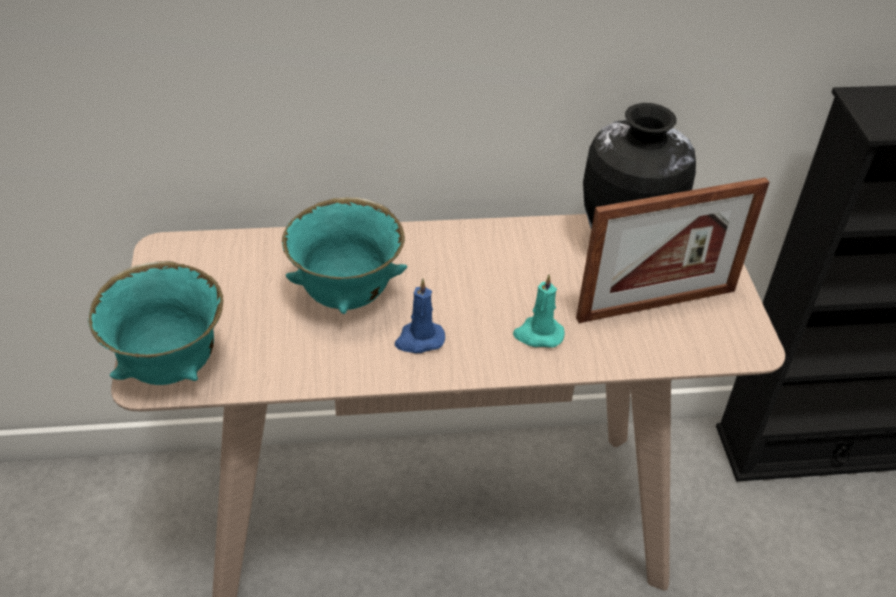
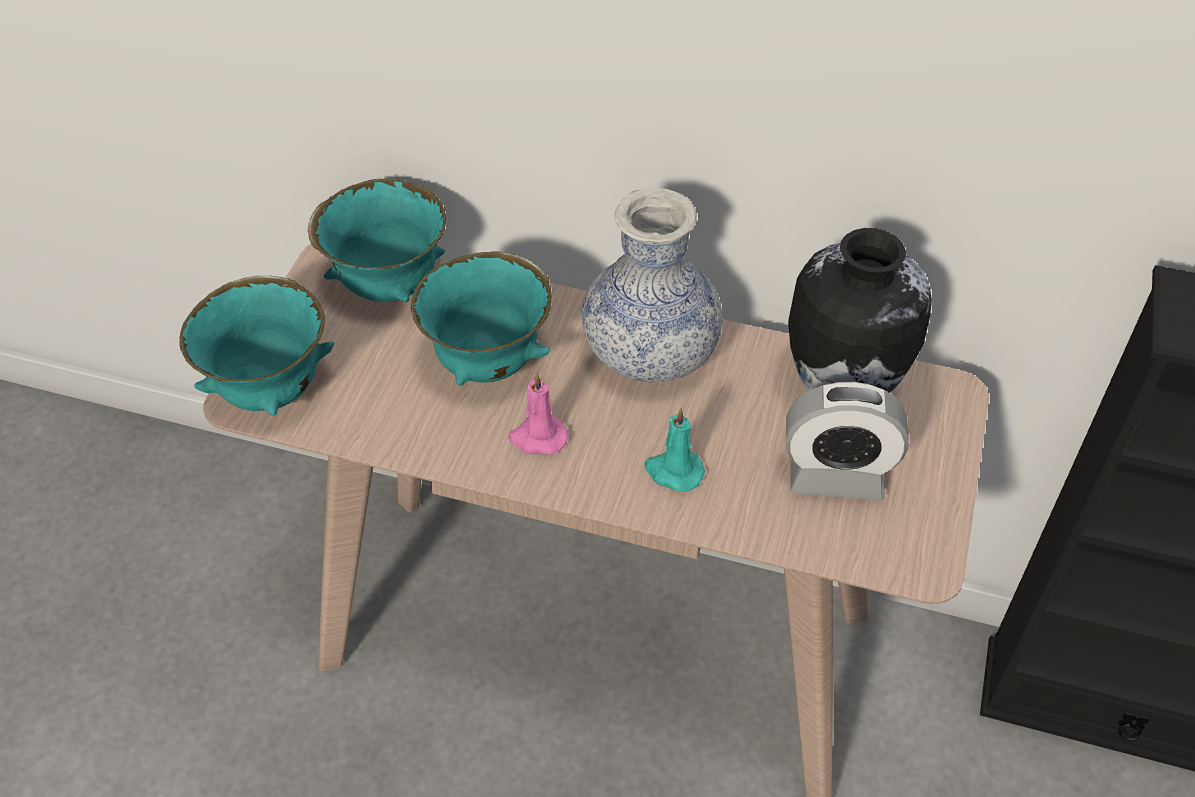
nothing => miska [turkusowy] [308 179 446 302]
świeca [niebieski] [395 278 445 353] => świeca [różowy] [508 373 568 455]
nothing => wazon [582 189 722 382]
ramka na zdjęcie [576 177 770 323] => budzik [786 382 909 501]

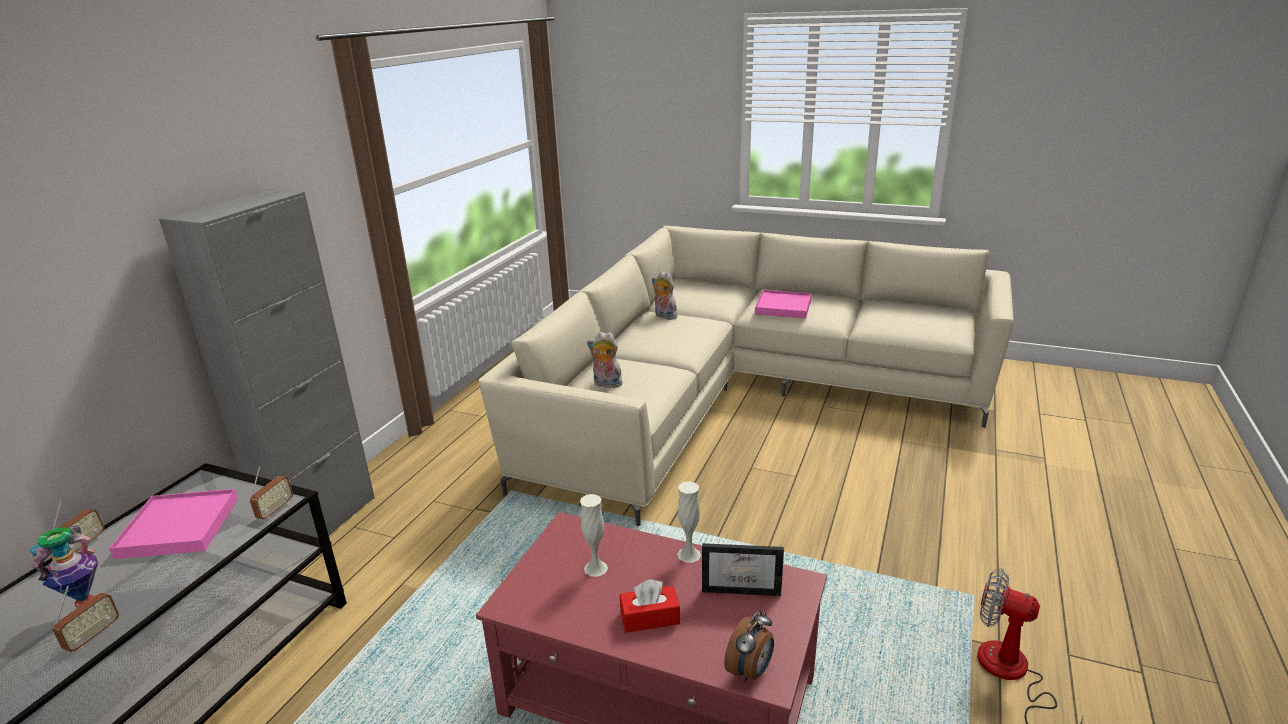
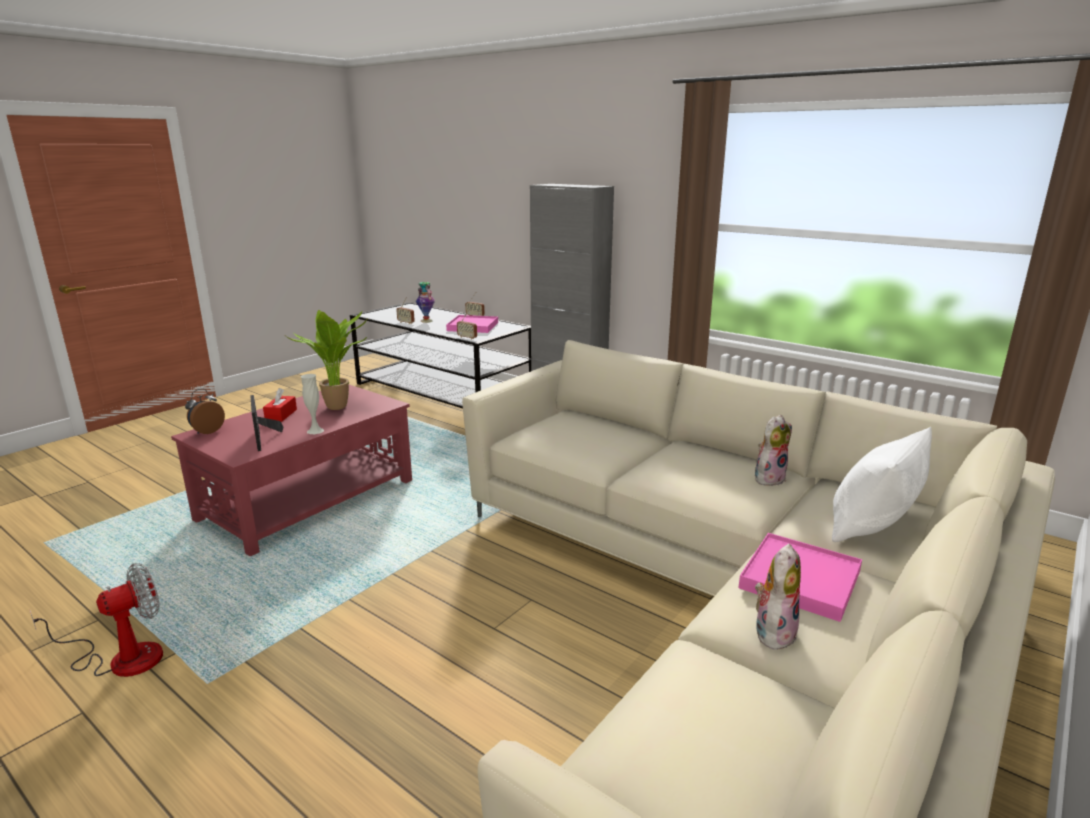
budzik [724 610 774 682] => budzik [185 389 225 434], 75 degrees clockwise
ramka na zdjęcie [702 543 784 596] => ramka na zdjęcie [250 395 284 451], 45 degrees counterclockwise
wazon [biały] [580 494 608 577] => roślina doniczkowa [286 310 368 410]
pluszak [587 332 623 388] => pluszak [754 544 801 650], moved
nothing => poduszka [biały] [832 427 932 542]

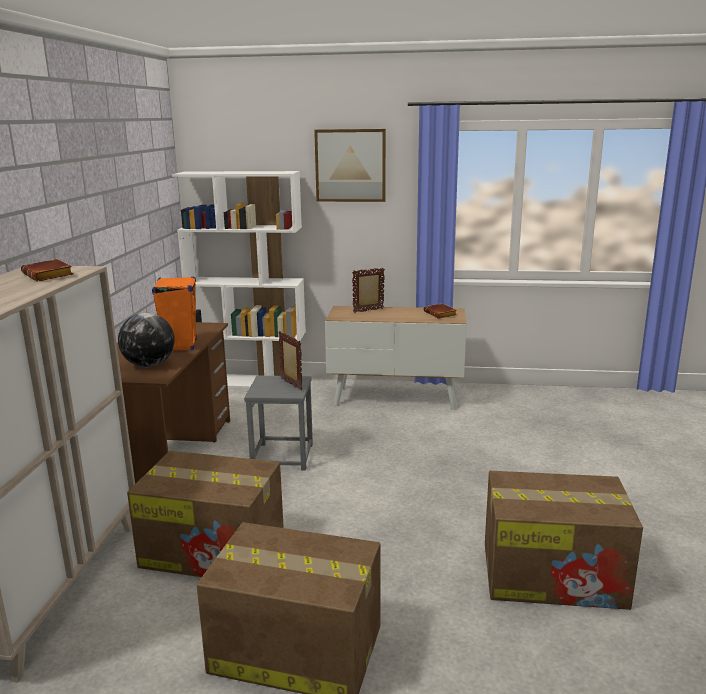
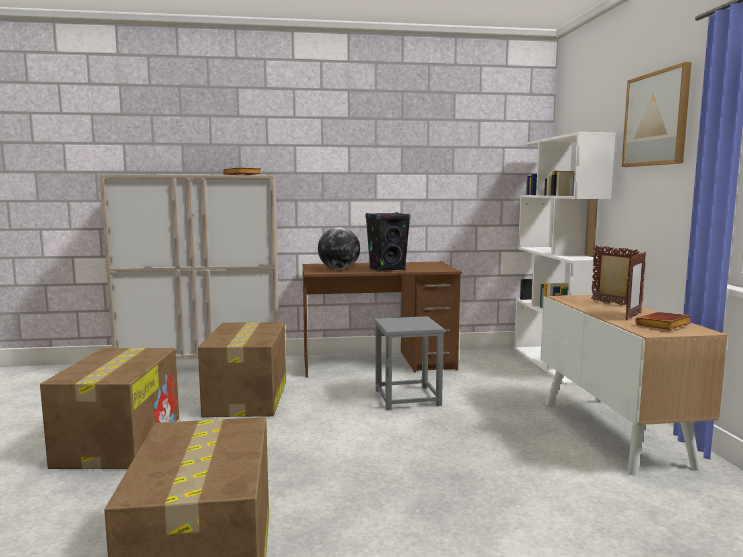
głośnik [pomarańczowy] [152 276 197 350] => głośnik [czarny] [365 212 411 272]
ramka na zdjęcie [278 331 302 390] => ramka na zdjęcie [626 252 646 320], moved

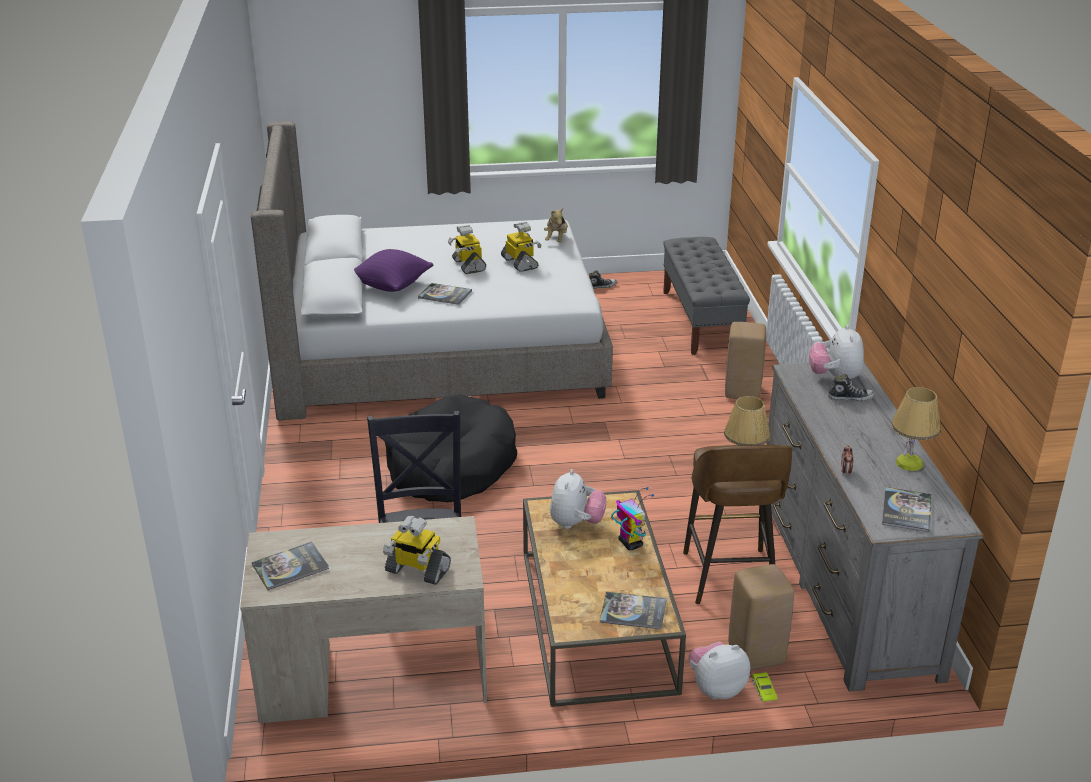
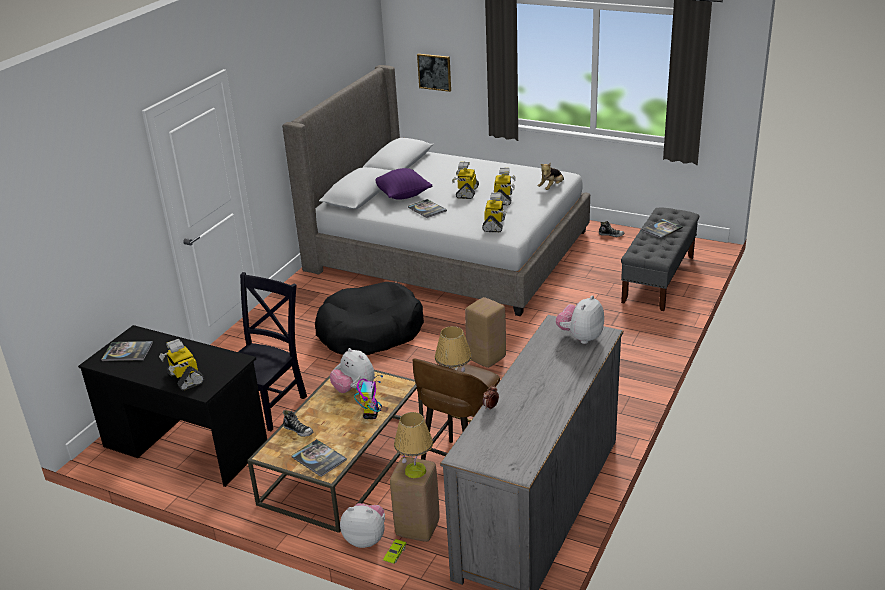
biurko [beżowy] [240 516 487 723] => biurko [czarny] [78 325 267 487]
but [828 374 875 402] => but [283 410 313 437], moved
pluszak [550 469 607 529] => pluszak [330 348 375 393], 90 degrees clockwise
lampa stołowa [891 387 941 471] => lampa stołowa [394 412 433 478], moved
nothing => obraz [417 54 451 92]
stołek [beżowy] [725 322 766 399] => stołek [beżowy] [465 297 506 368], moved
nothing => robot zabawkowy [482 192 508 232]
książka [882 487 932 532] => książka [642 219 683 239], moved

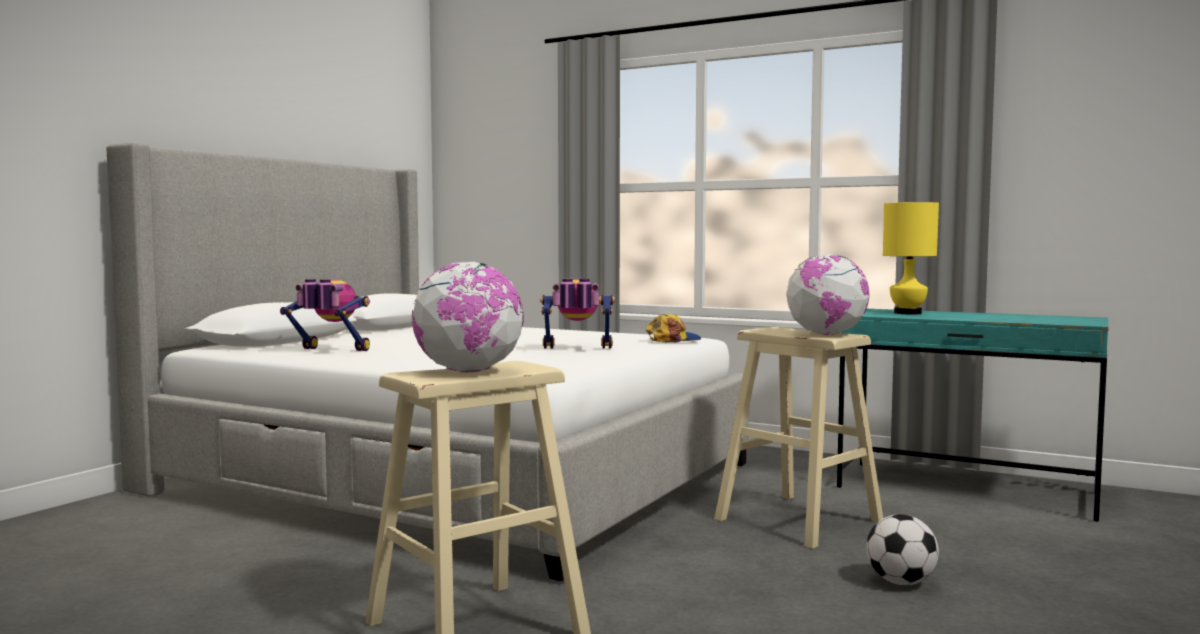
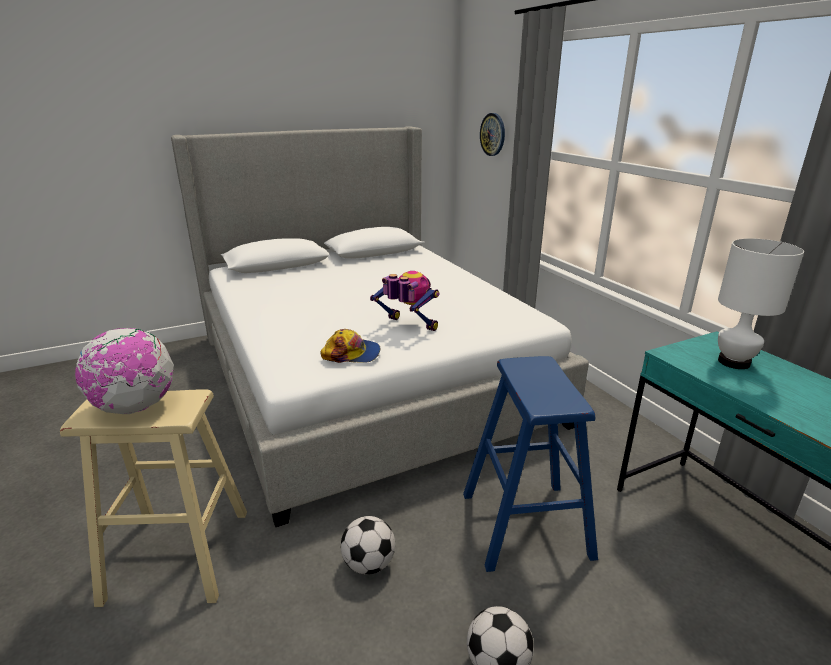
czapka z daszkiem [646 314 701 343] => czapka z daszkiem [320 329 380 363], moved
nothing => piłka futbolowa [341 516 395 575]
stołek [beżowy] [714 327 883 549] => stołek [niebieski] [463 356 598 572]
nothing => zegar ścienny [480 113 505 156]
lampa stołowa [żółty] [883 202 939 314] => lampa stołowa [biały] [718 238 804 369]
robot zabawkowy [280 279 370 351] => nothing
globus [786 254 870 335] => nothing

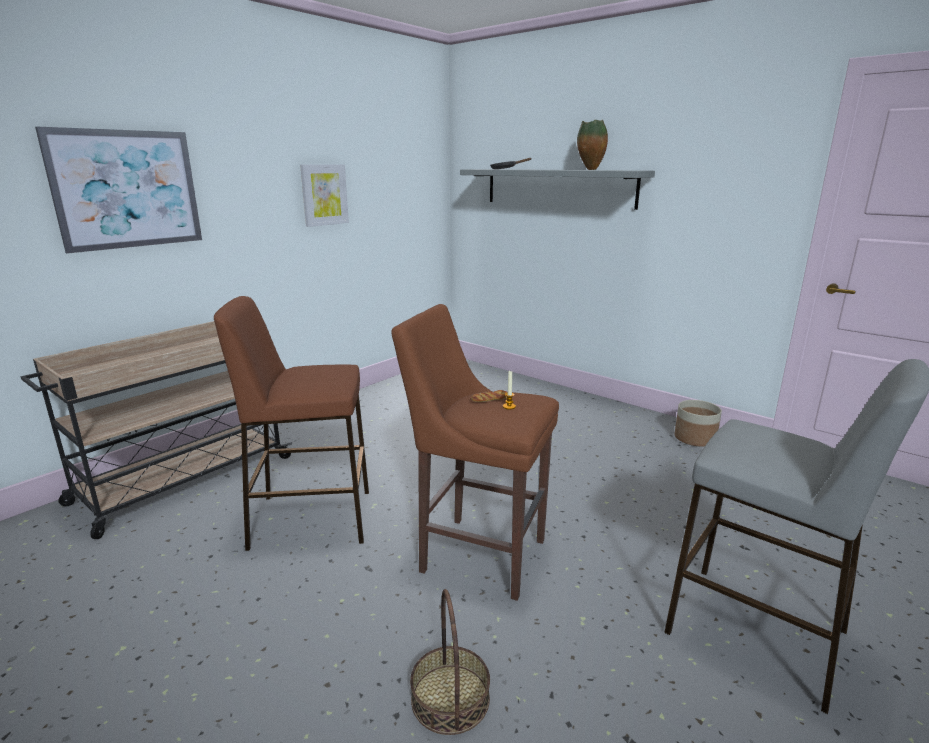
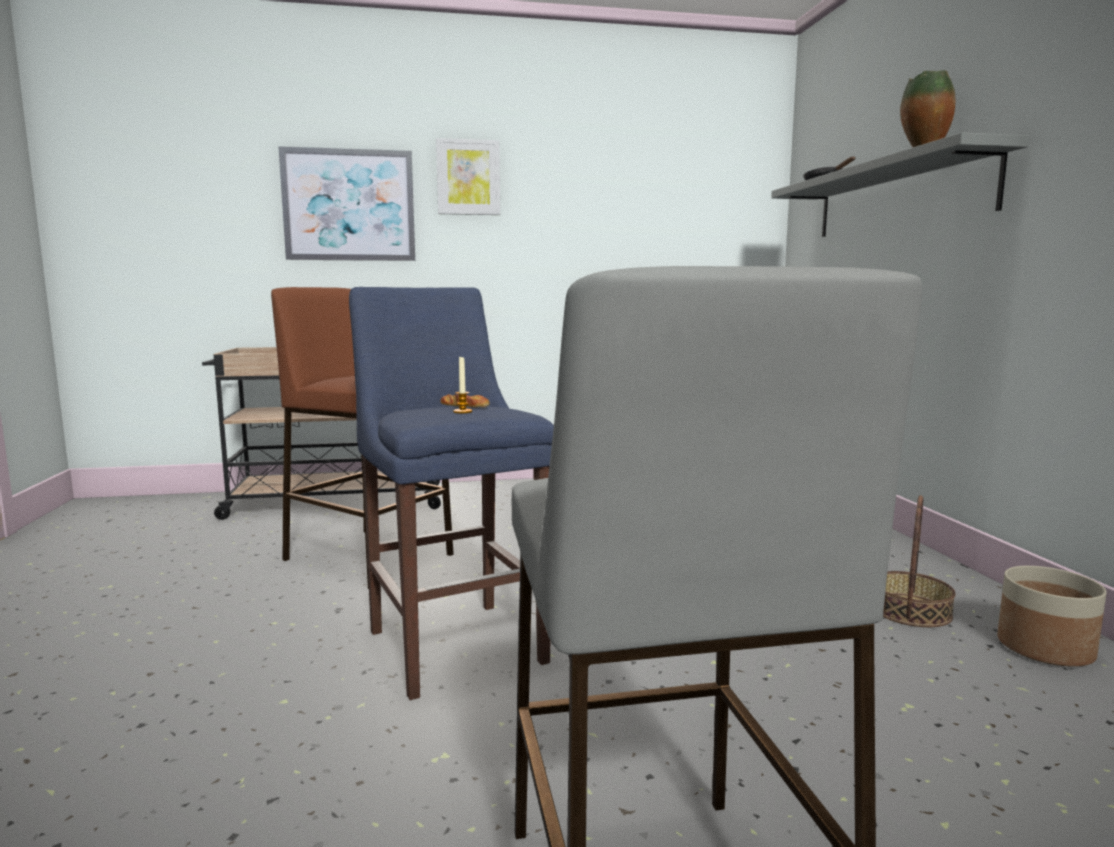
stołek [brązowy] [391 304 559 601] => stołek [niebieski] [349 287 554 700]
obraz [300 164 349 227] => obraz [436 138 500 215], moved
koszyk [410 589 490 735] => koszyk [883 495 956 627], moved

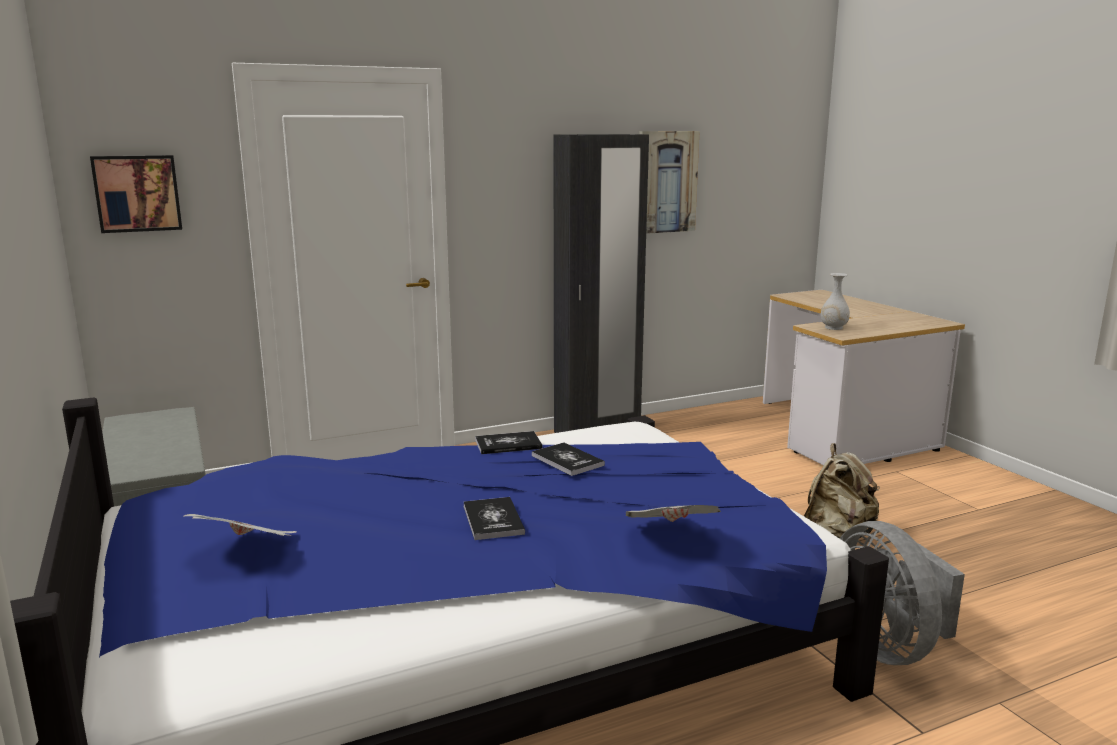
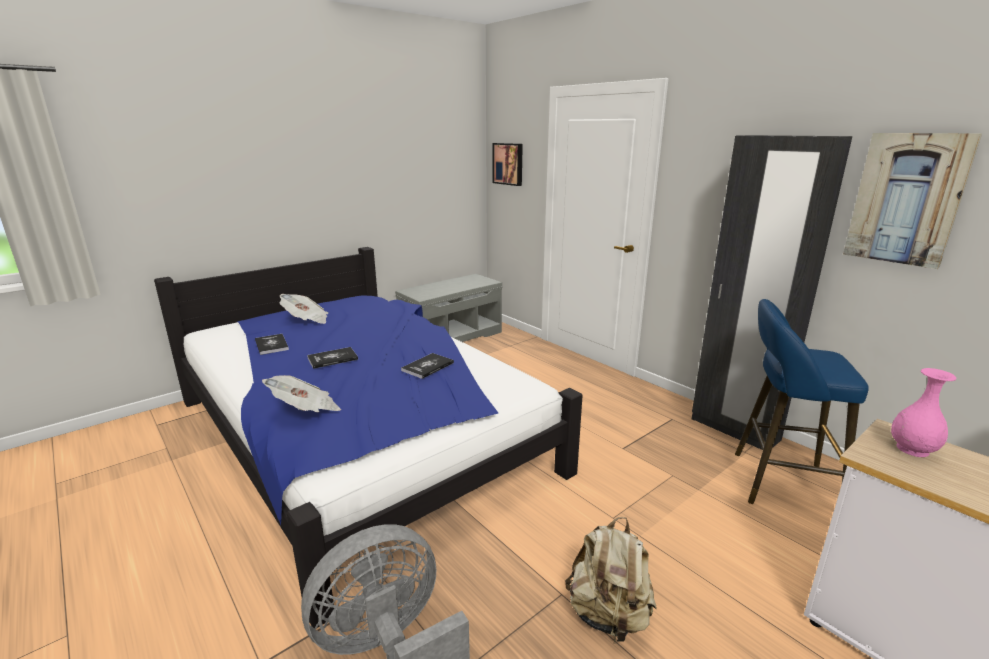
książka [475 431 543 454] => książka [255 334 289 355], moved
nothing => stołek [niebieski] [735 299 869 504]
wazon [biały] [821 273 850 330] => wazon [różowy] [891 368 957 457]

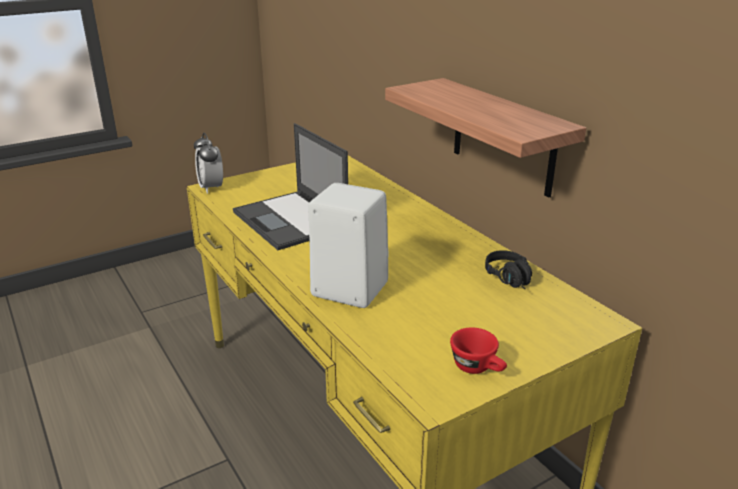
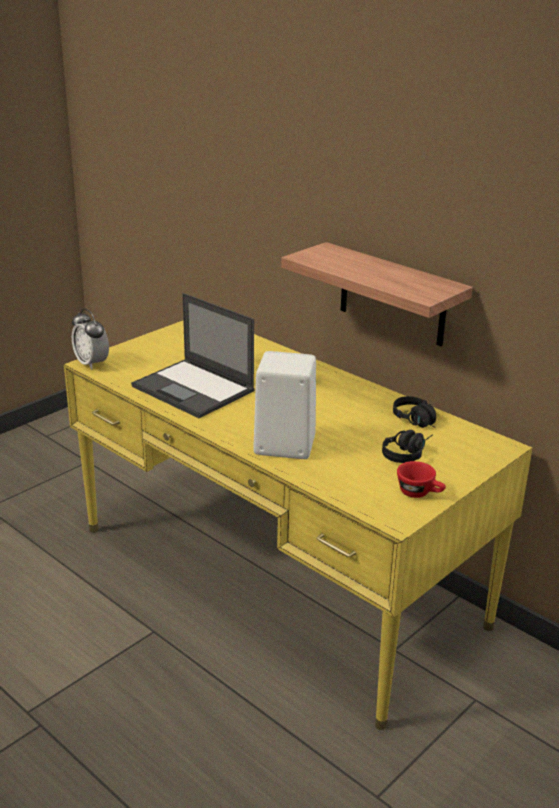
nothing => słuchawki [czarny] [382 430 432 463]

